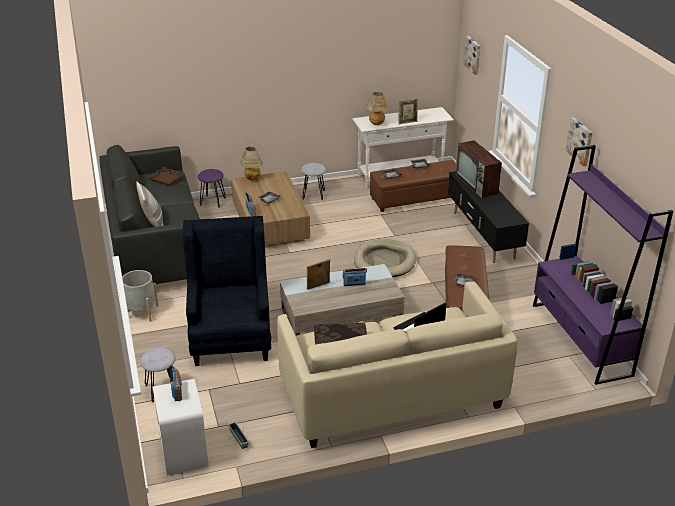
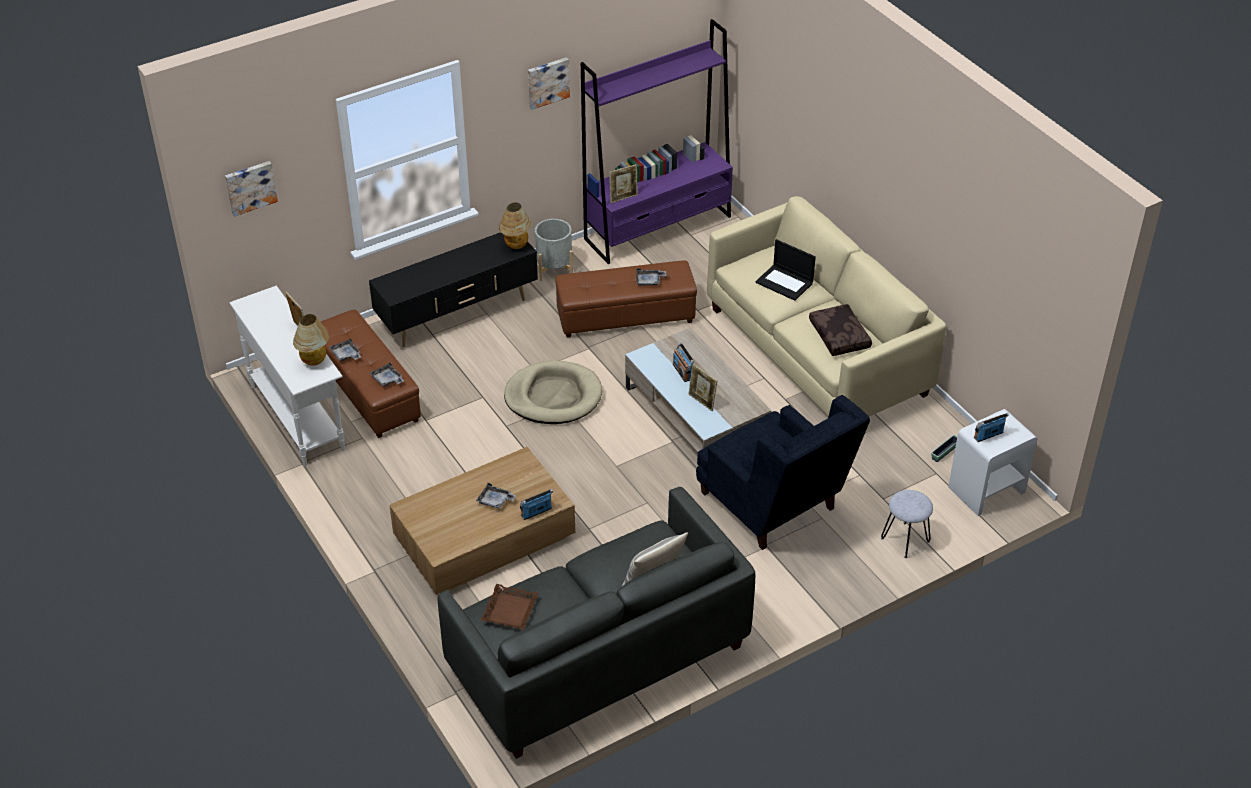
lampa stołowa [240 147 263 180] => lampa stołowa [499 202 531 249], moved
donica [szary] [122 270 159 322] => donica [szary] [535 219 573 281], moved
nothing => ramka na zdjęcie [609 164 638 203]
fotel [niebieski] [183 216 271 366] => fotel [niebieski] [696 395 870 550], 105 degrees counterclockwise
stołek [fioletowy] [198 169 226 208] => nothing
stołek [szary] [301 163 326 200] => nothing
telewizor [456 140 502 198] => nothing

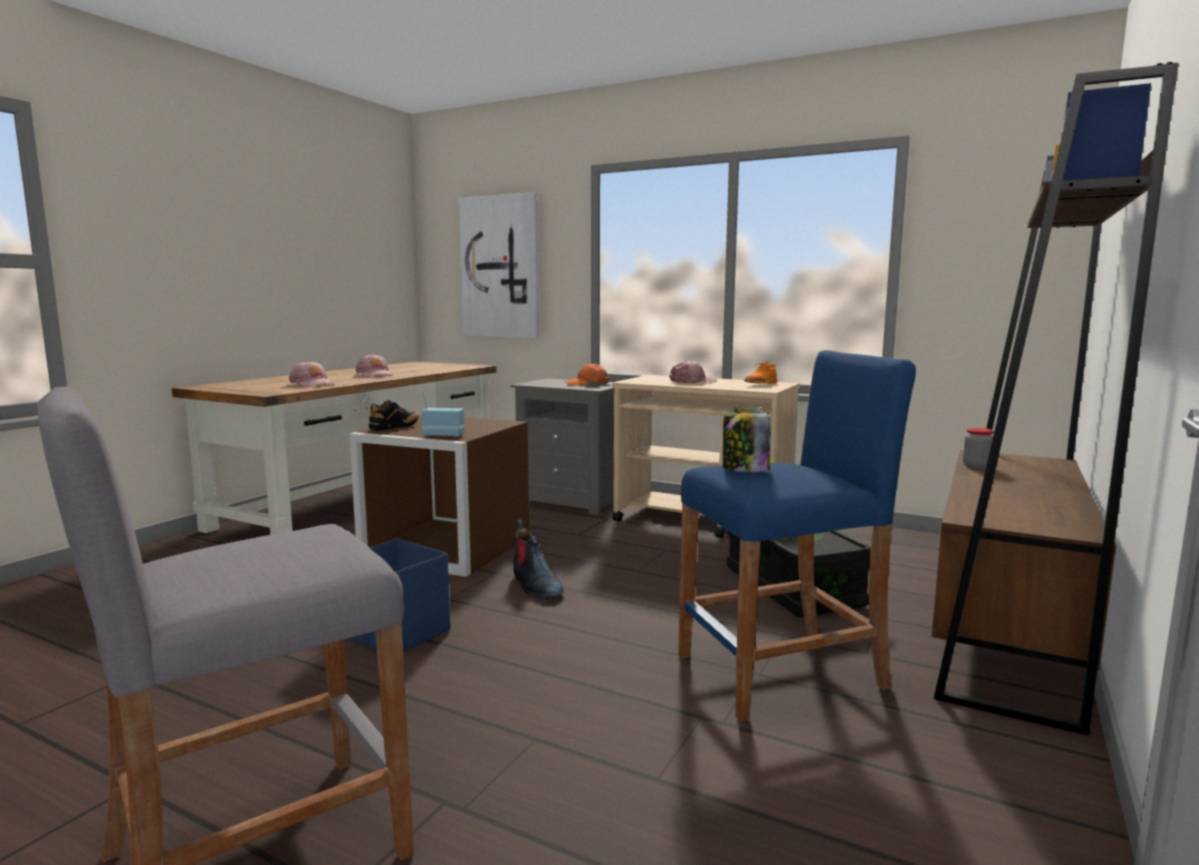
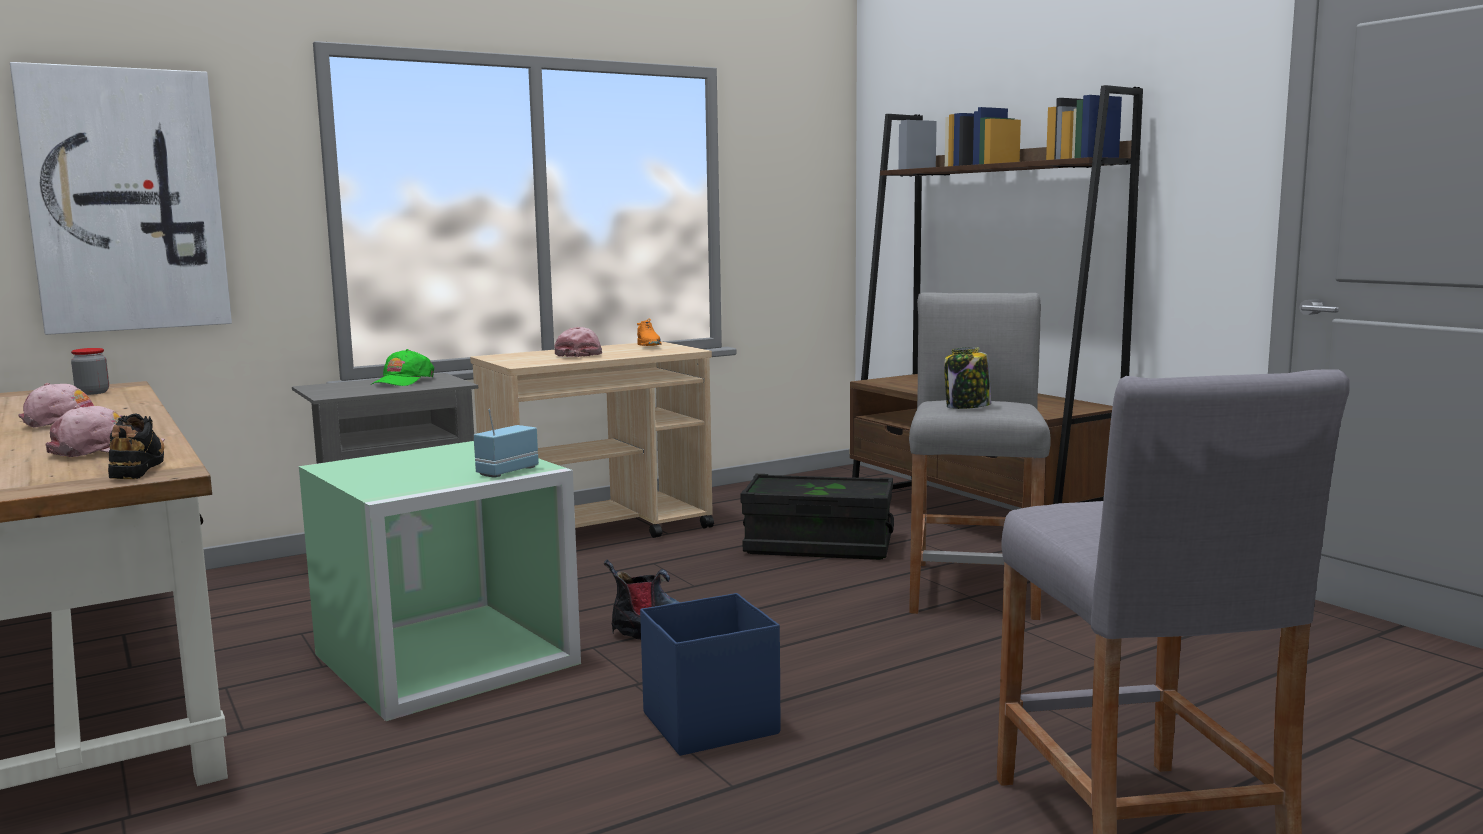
słoik [963 428 994 469] => słoik [71 348 109 395], moved
but [czarny] [369 400 419 431] => but [czarny] [108 414 164 479], moved
pojemnik do przechowywania [brązowy] [349 416 529 577] => pojemnik do przechowywania [zielony] [299 441 581 721]
czapka z daszkiem [pomarańczowy] [565 363 610 386] => czapka z daszkiem [zielony] [372 349 434 386]
stołek [niebieski] [678 350 916 722] => stołek [szary] [909 292 1051 620]

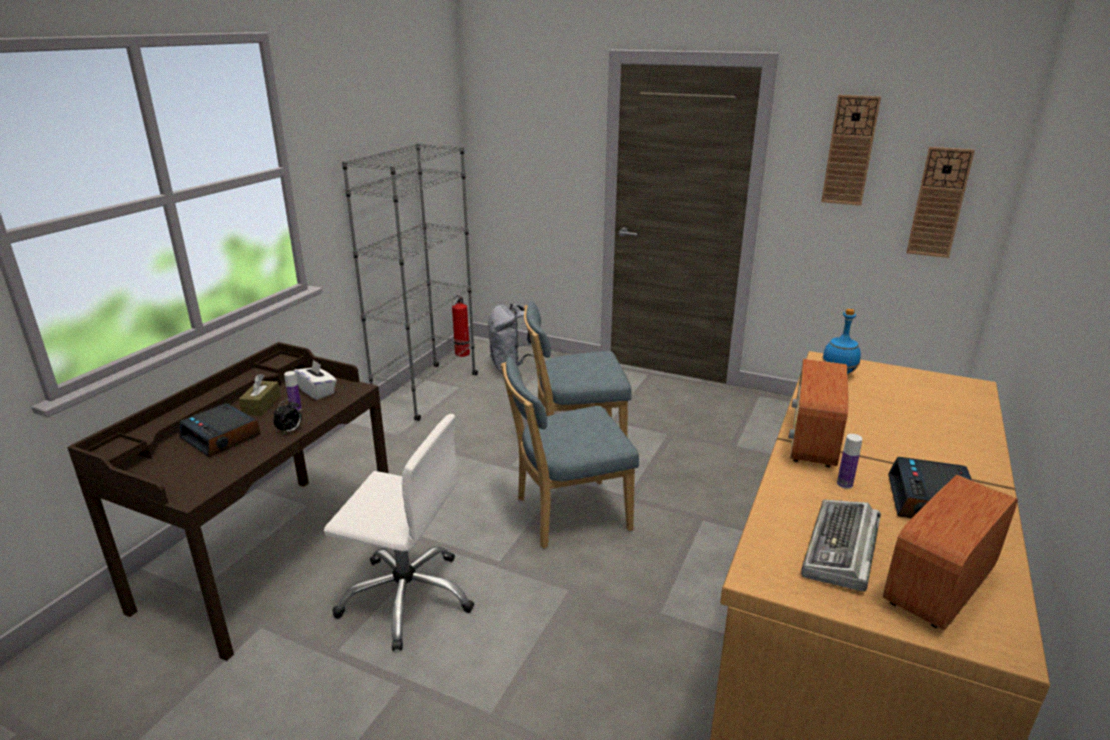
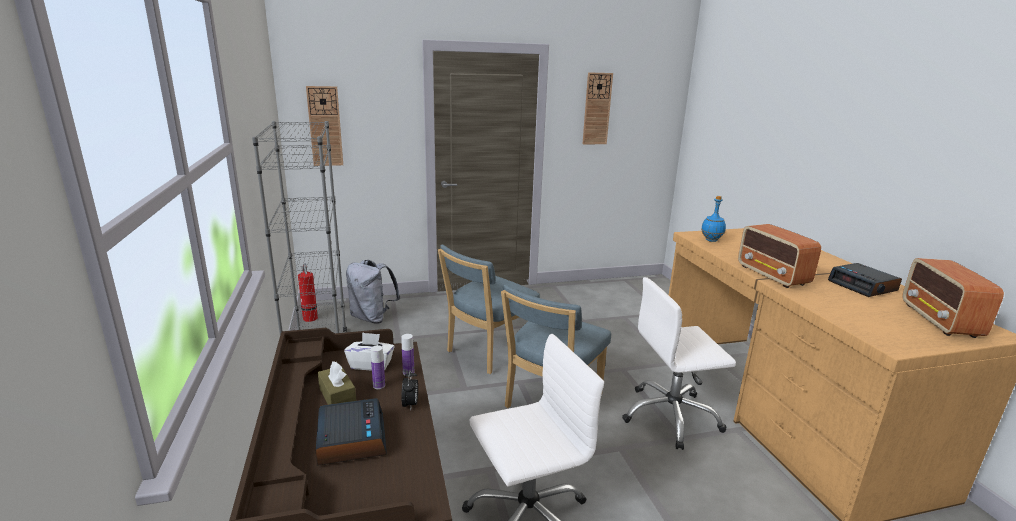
zegar ścienny [906 147 975 258] => zegar ścienny [306 86 343 166], moved
budzik [179 403 260 457] => budzik [316 398 387 466], 105 degrees counterclockwise
butelka [837 434 862 489] => butelka [402 334 414 375], moved
nothing => krzesło biurowe [biały] [622 277 736 450]
klawiatura [801 500 881 592] => nothing

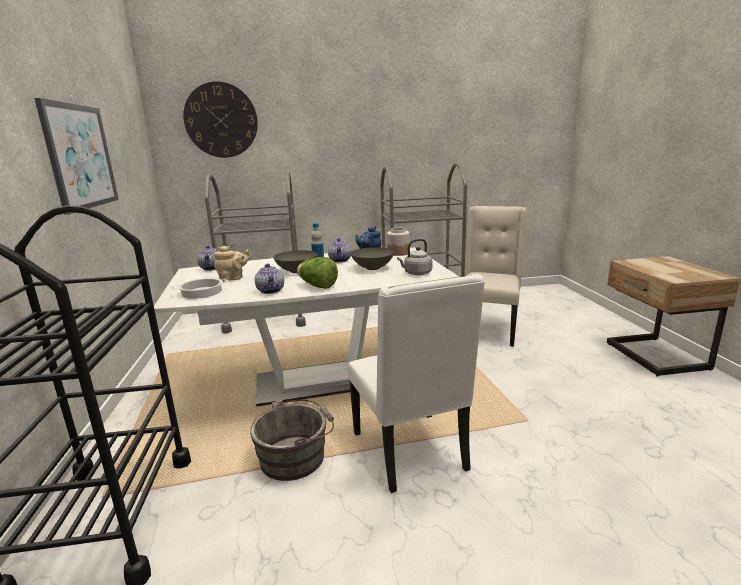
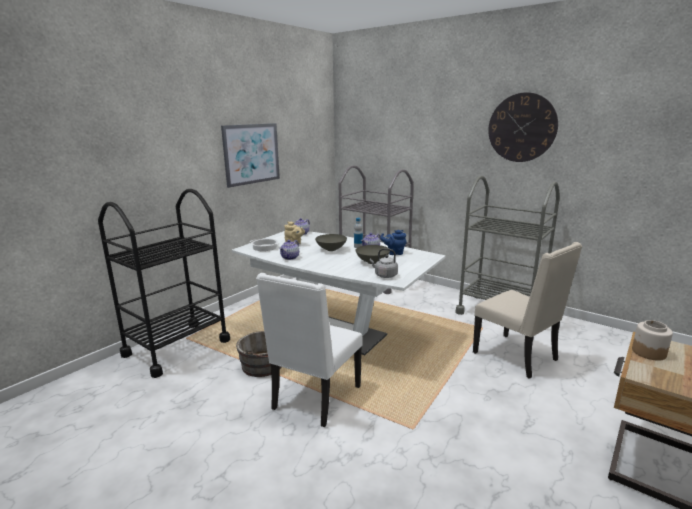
krzesło [beżowy] [465 206 527 347] => krzesło [beżowy] [473 242 582 379], 75 degrees clockwise
zegar ścienny [183 81 258 158] => zegar ścienny [488 92 558 162], moved
słoik [387 228 410 256] => słoik [632 320 673 361], moved
sałata [297 257 338 289] => nothing

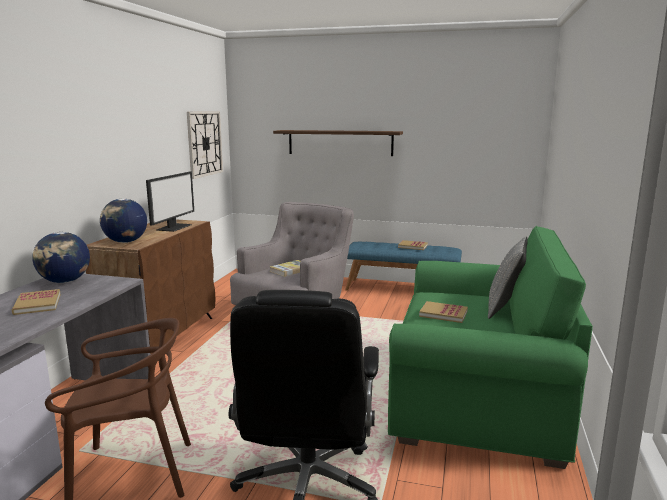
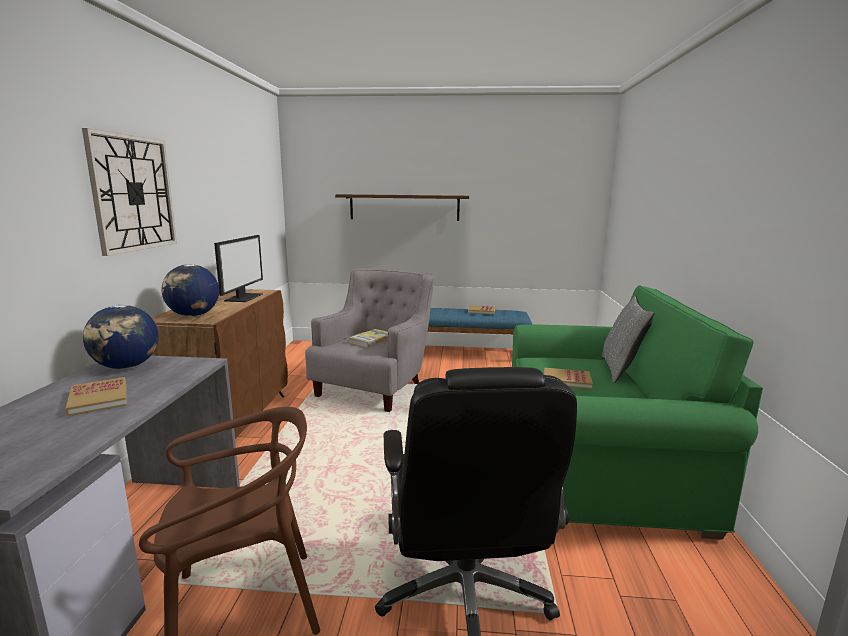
zegar ścienny [187 111 223 179] => zegar ścienny [82 128 177 256], moved

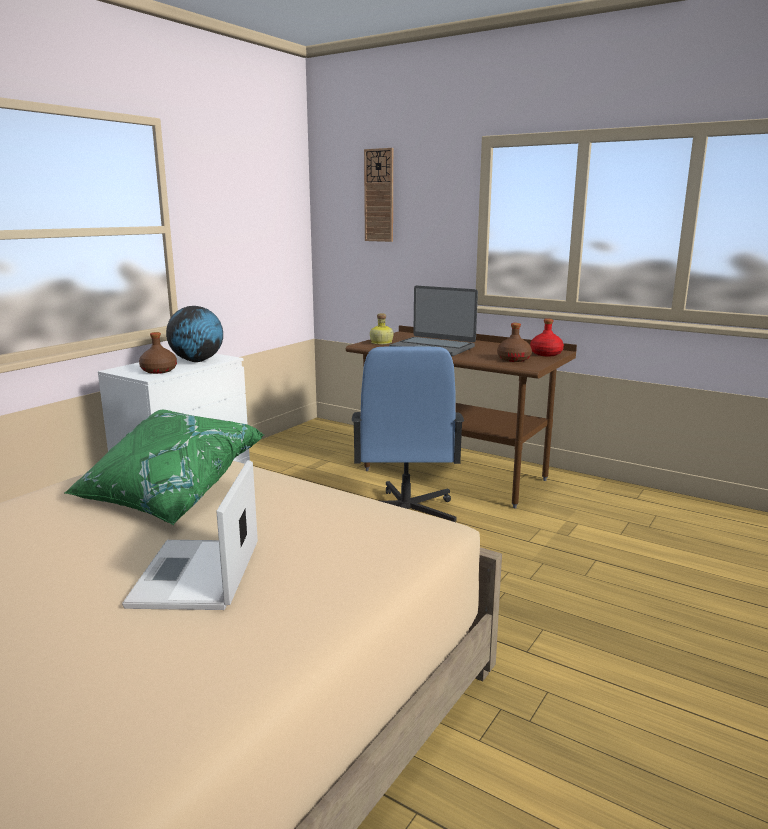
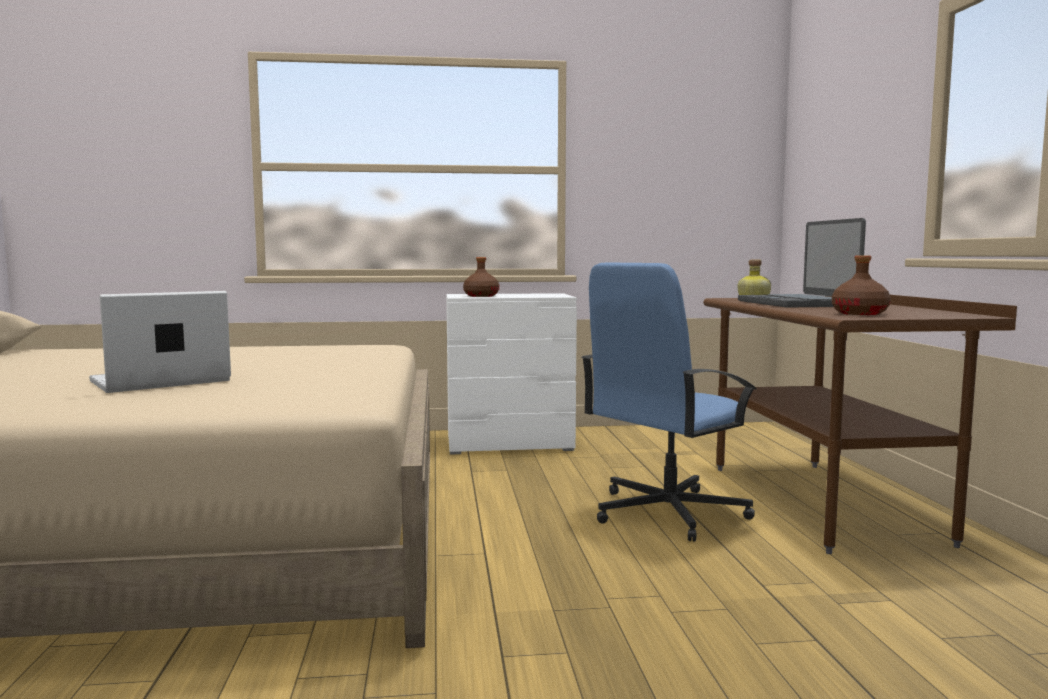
poduszka [zielony] [64 410 263 525] => nothing
globus [166 306 223 362] => nothing
zegar ścienny [364 148 393 242] => nothing
butelka [czerwony] [530 319 564 356] => nothing

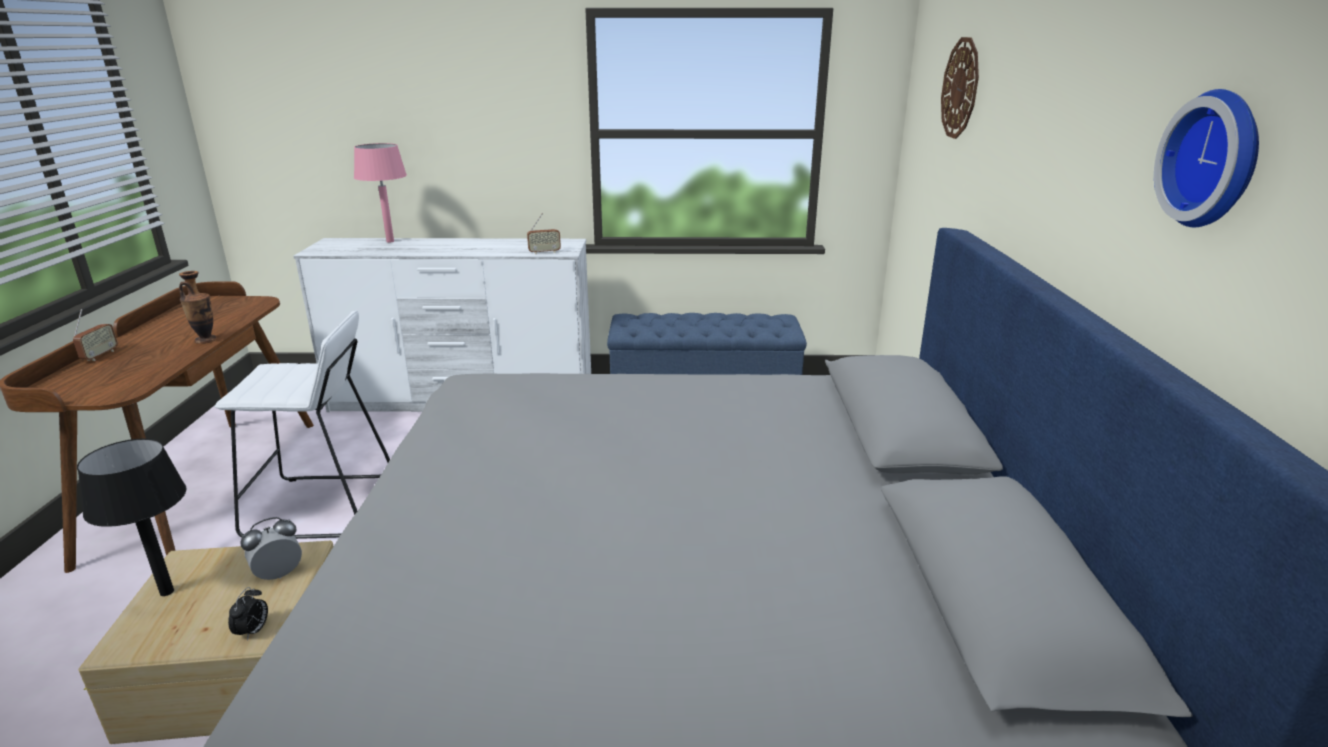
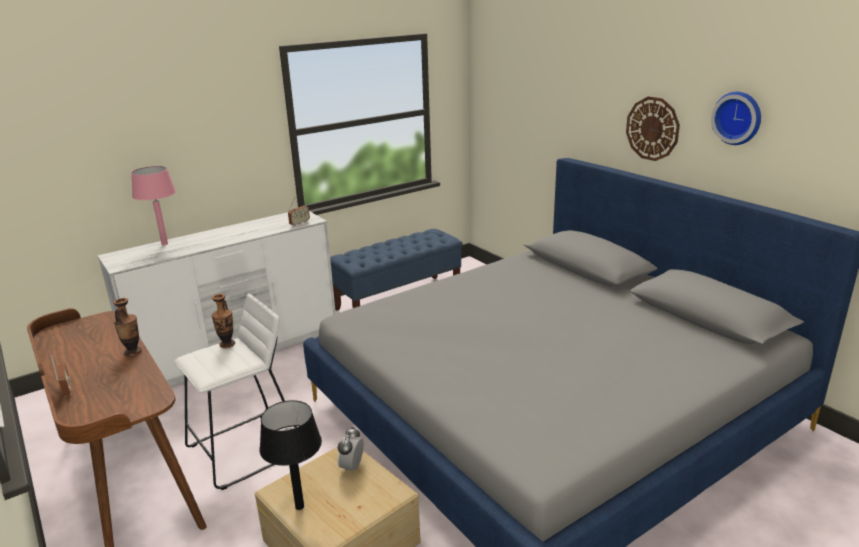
nothing => wazon [212 294 235 348]
zegar ścienny [941 37 979 139] => zegar ścienny [626 96 680 161], moved
budzik [228 587 268 641] => nothing

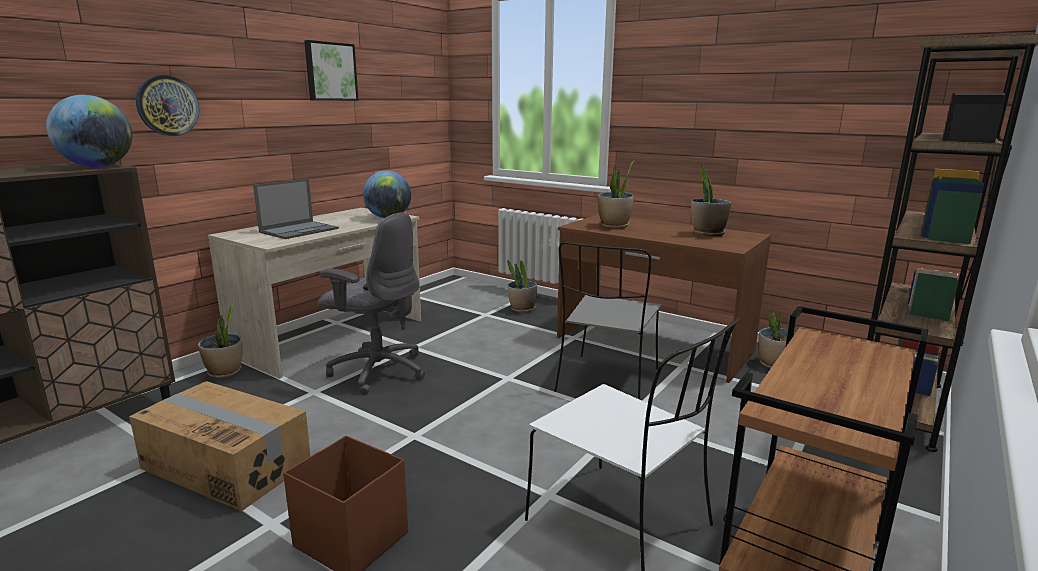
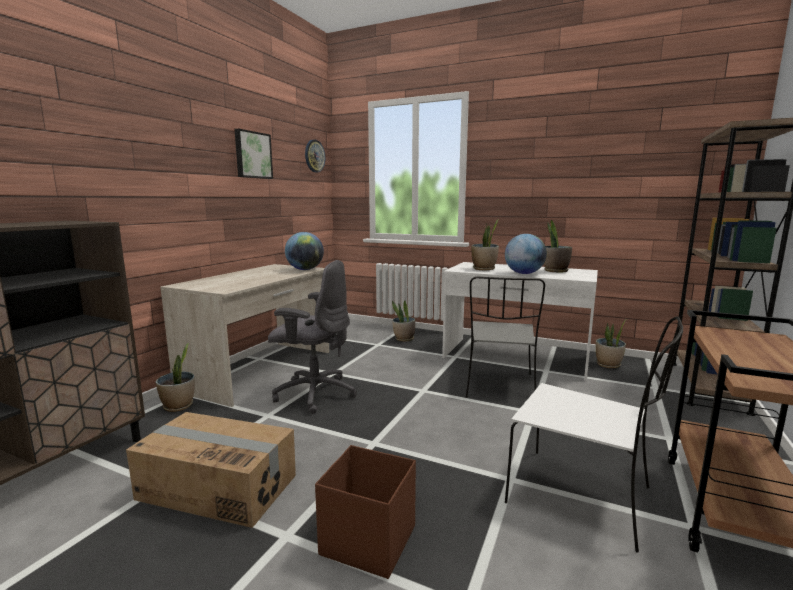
zegar ścienny [136 75 200 136] => zegar ścienny [305 140 325 172], moved
biurko [brązowy] [557 214 771 383] => biurko [biały] [442 262 598 381]
globus [46 95 132 167] => globus [505 234 547 274], moved
laptop [253 179 339 239] => nothing

